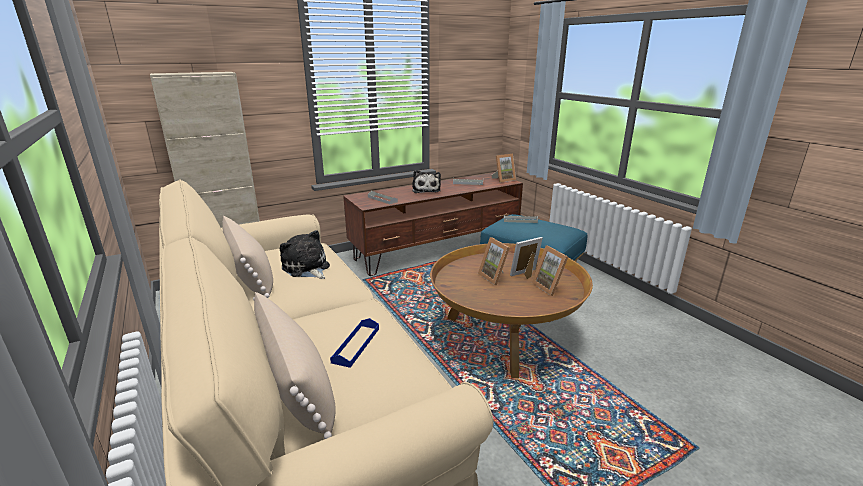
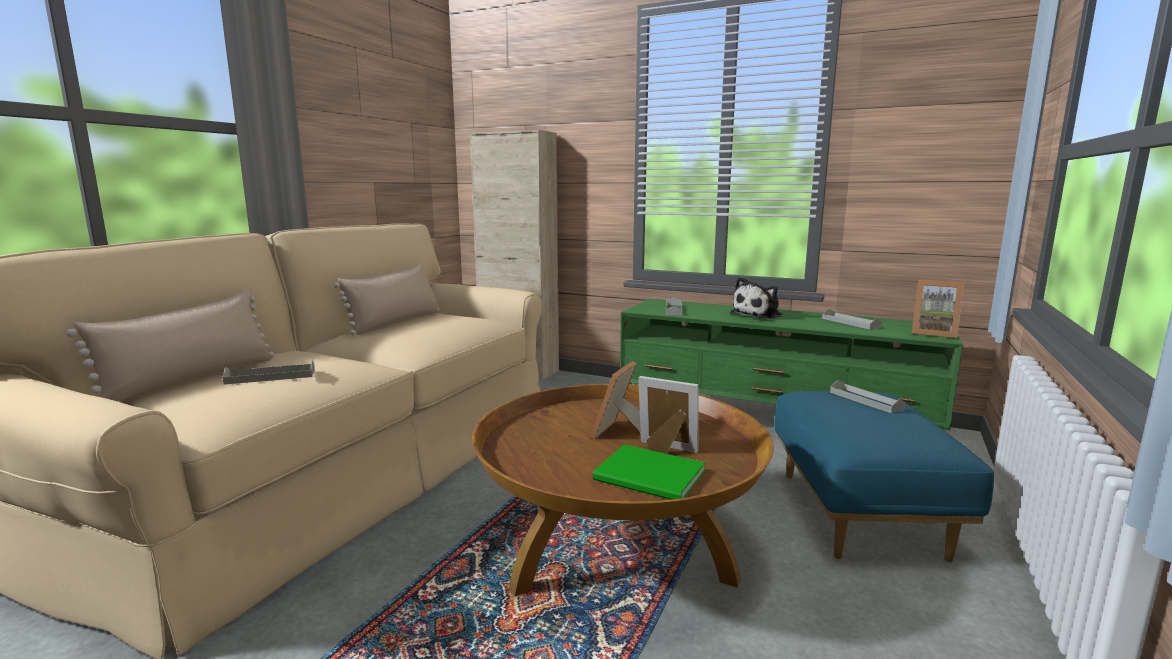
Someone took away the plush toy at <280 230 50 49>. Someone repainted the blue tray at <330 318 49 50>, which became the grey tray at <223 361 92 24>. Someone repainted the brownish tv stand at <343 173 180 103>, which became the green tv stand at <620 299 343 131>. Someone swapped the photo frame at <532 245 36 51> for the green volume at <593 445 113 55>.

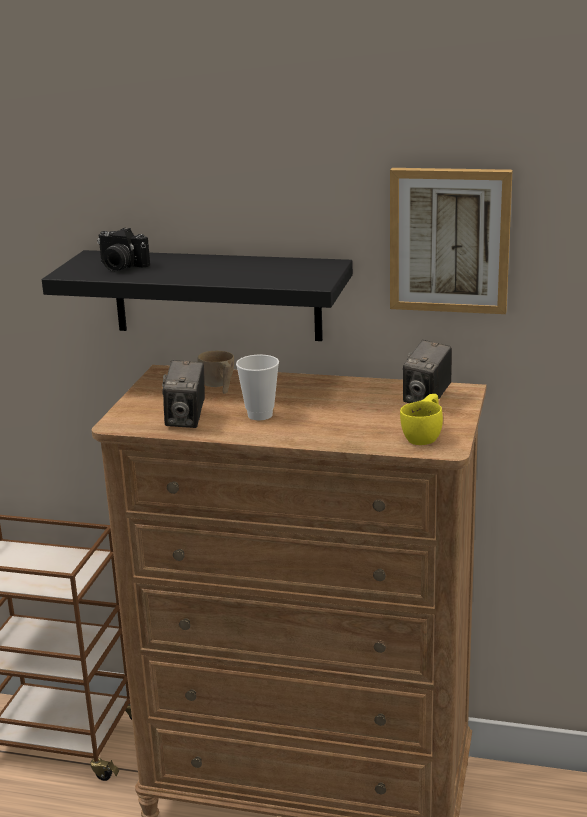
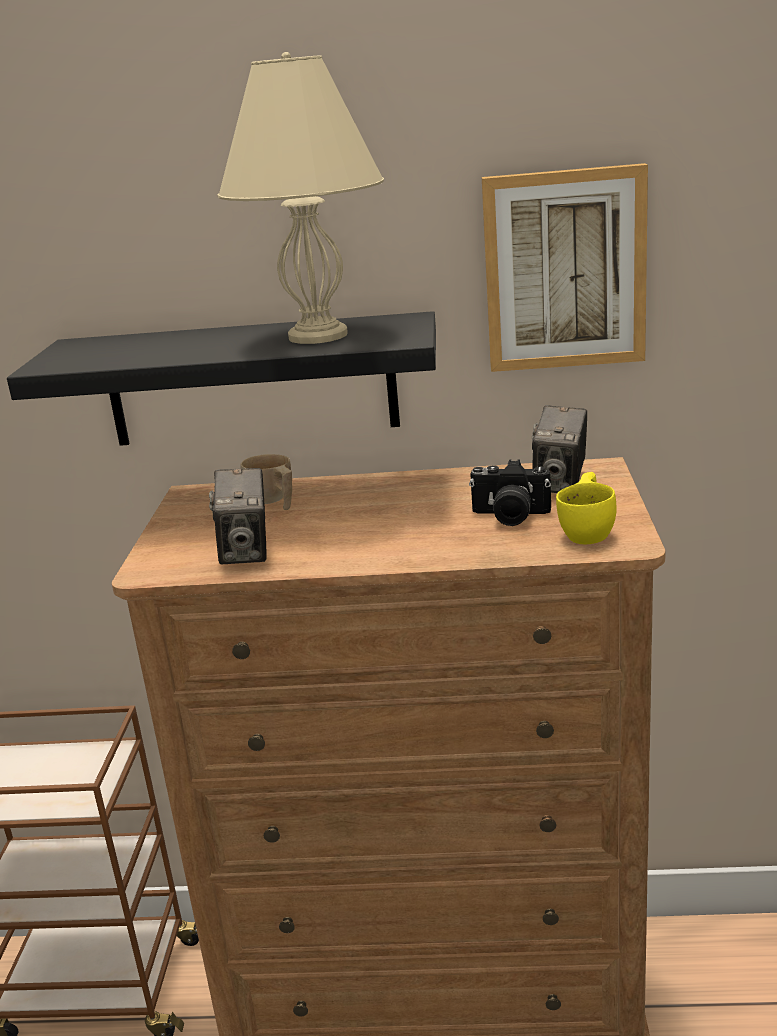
Someone carried the photo camera from <97 228 53 43> to <469 459 82 67>. Someone took away the small cup at <236 355 43 65>. Someone put down the beige tabletop lamp at <217 52 167 292>.

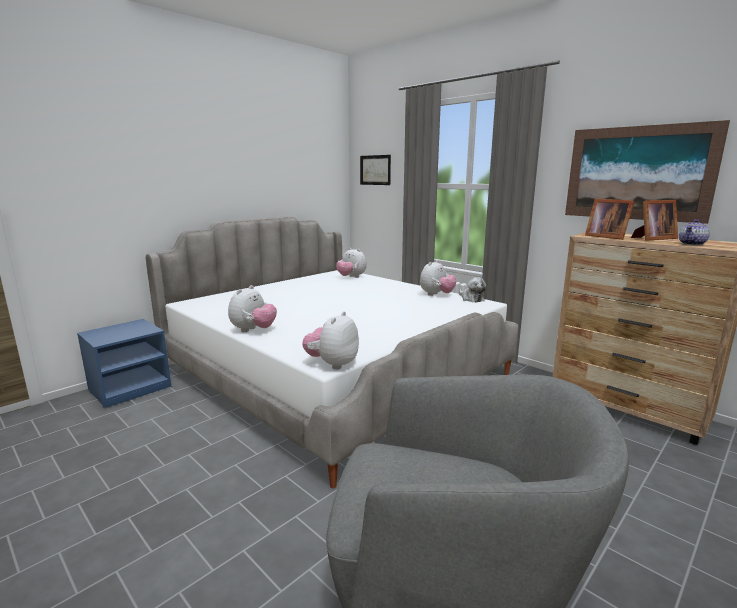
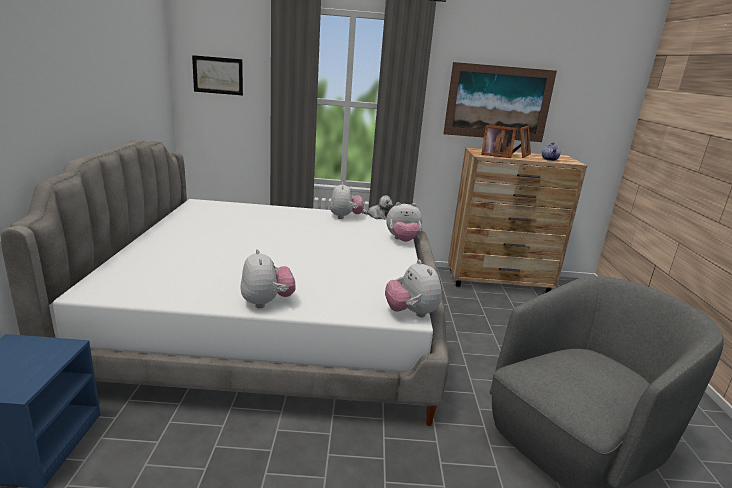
Someone carried the plush toy from <336 248 31 30> to <386 202 36 40>.

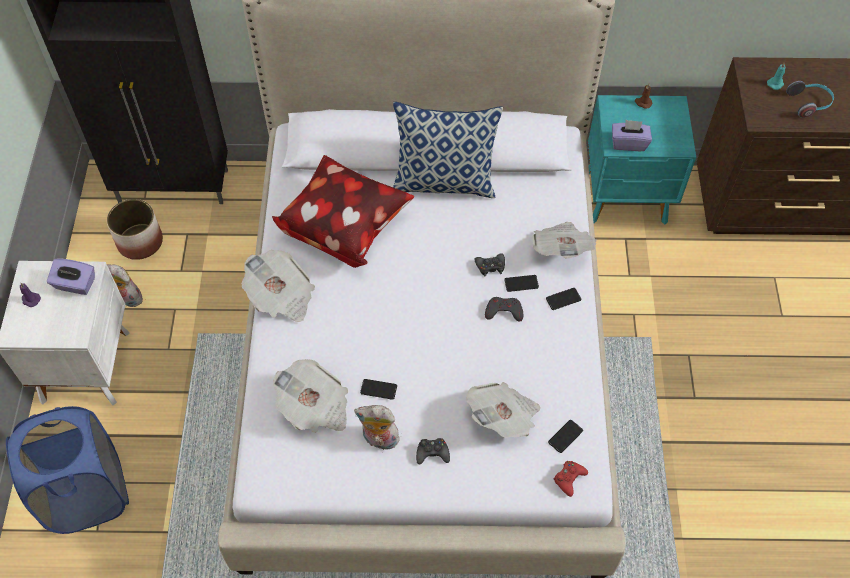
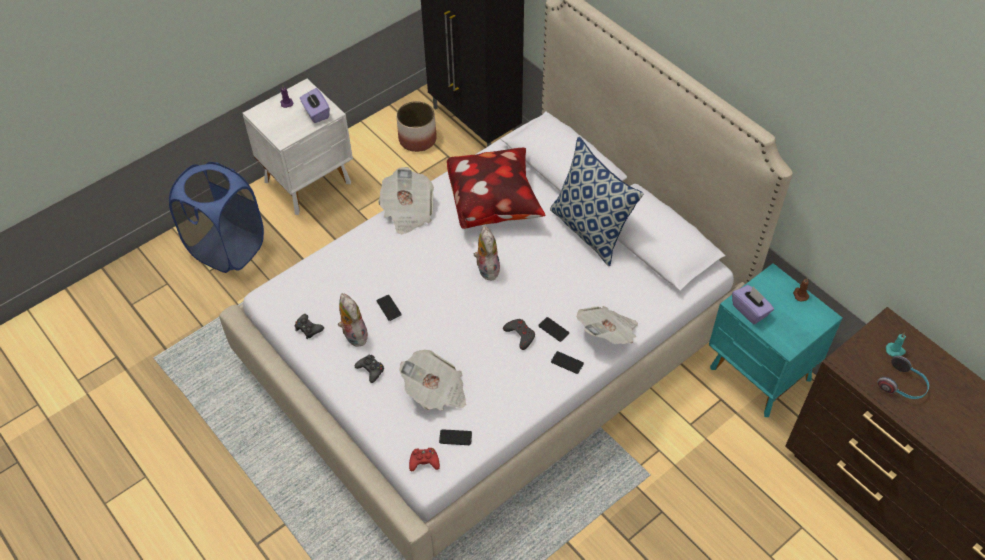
Someone carried the plush toy from <107 264 37 43> to <474 226 26 55>. Someone took away the daily paper at <273 359 75 74>. Someone carried the black-coloured joypad from <475 254 30 23> to <295 314 29 25>.

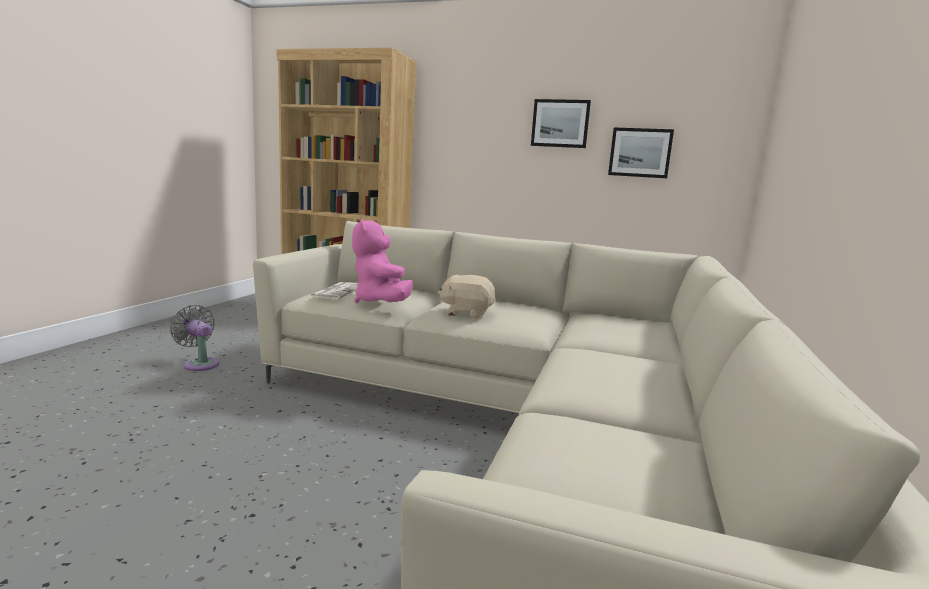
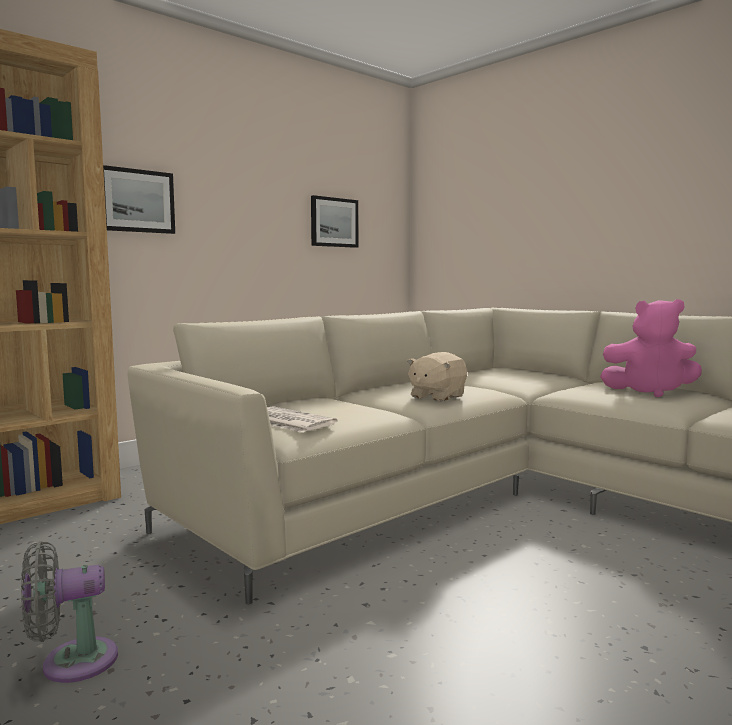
Someone carried the pinkish plush toy from <352 219 61 84> to <600 299 102 98>. Someone carried the wall picture from <531 99 60 49> to <103 165 72 69>.

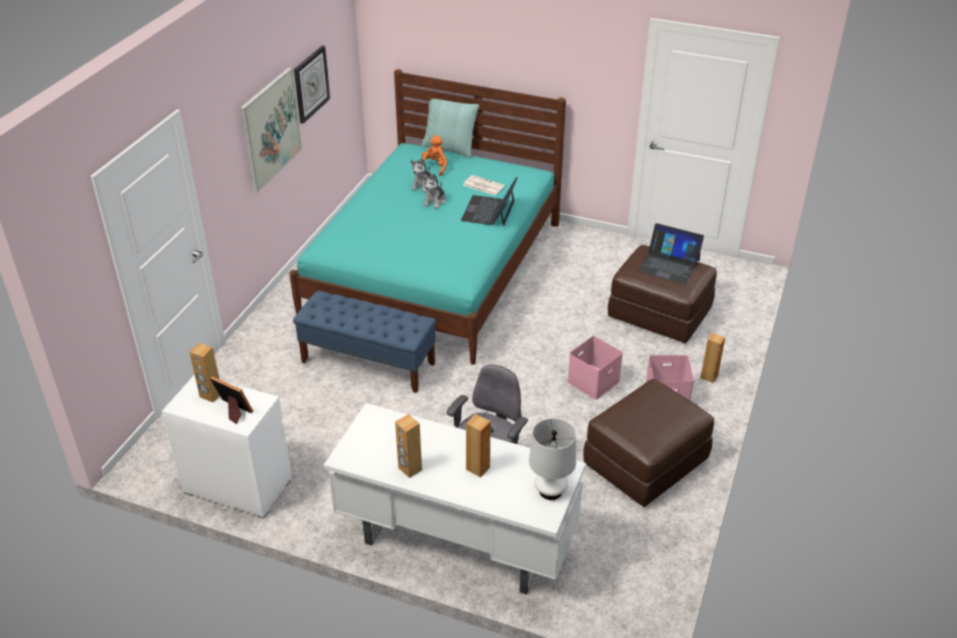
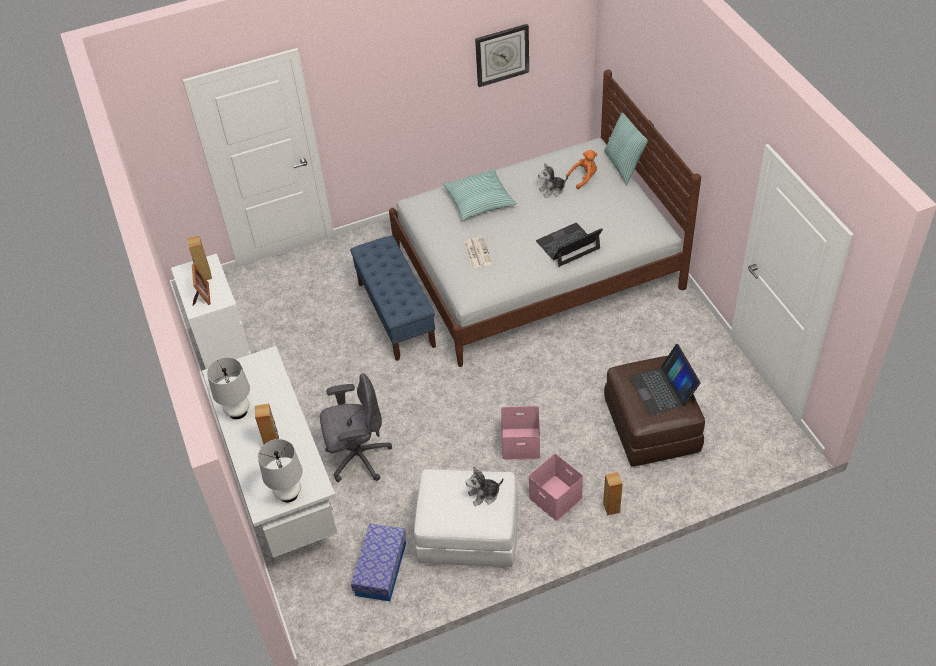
Someone took away the wall picture at <240 67 62 126>. Someone repainted the turquoise bed at <289 69 277 296>, which became the white bed at <389 70 312 297>. Someone swapped the brownish speaker at <395 414 27 64> for the white tabletop lamp at <207 357 43 62>. Someone carried the plush toy from <422 174 24 35> to <465 467 38 39>. Someone carried the daily paper from <463 175 42 20> to <464 237 28 31>. Someone repainted the brownish ottoman at <583 379 131 128>, which became the white ottoman at <414 469 104 98>. Someone put down the storage bin at <351 523 55 78>. Someone put down the throw pillow at <442 169 75 51>.

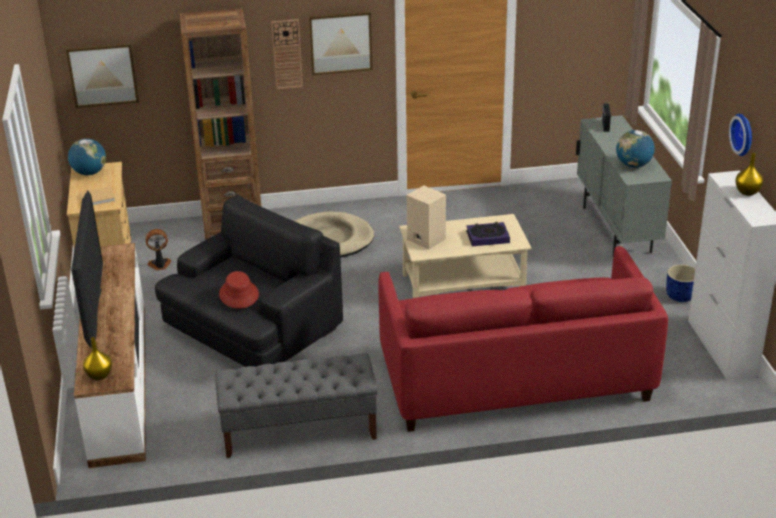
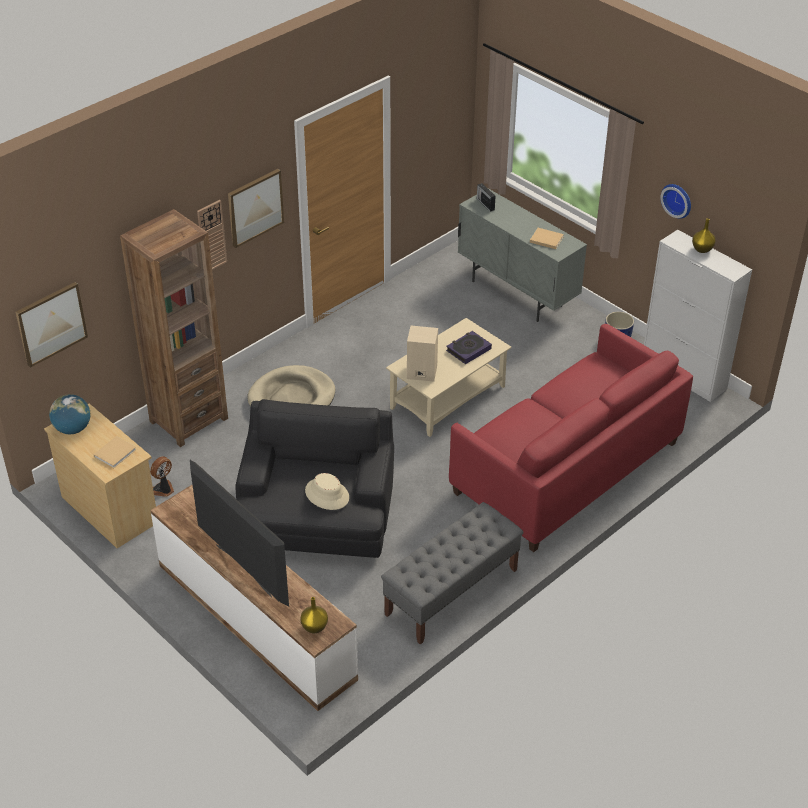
Someone repainted the reddish hat at <219 271 40 38>, which became the beige hat at <305 473 44 37>. Someone swapped the world globe at <616 130 39 38> for the beige volume at <530 228 34 21>.

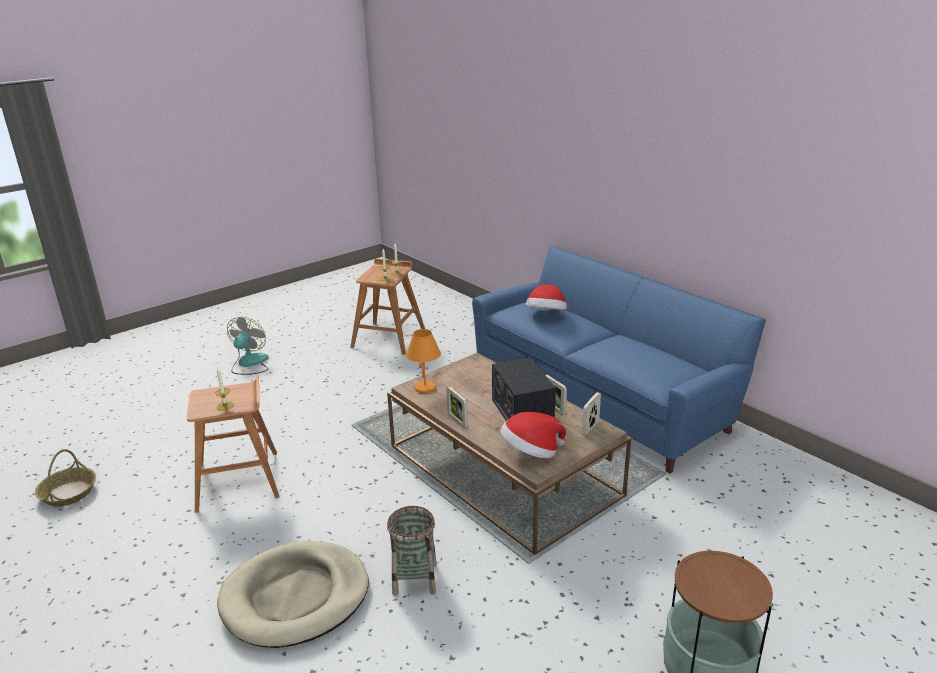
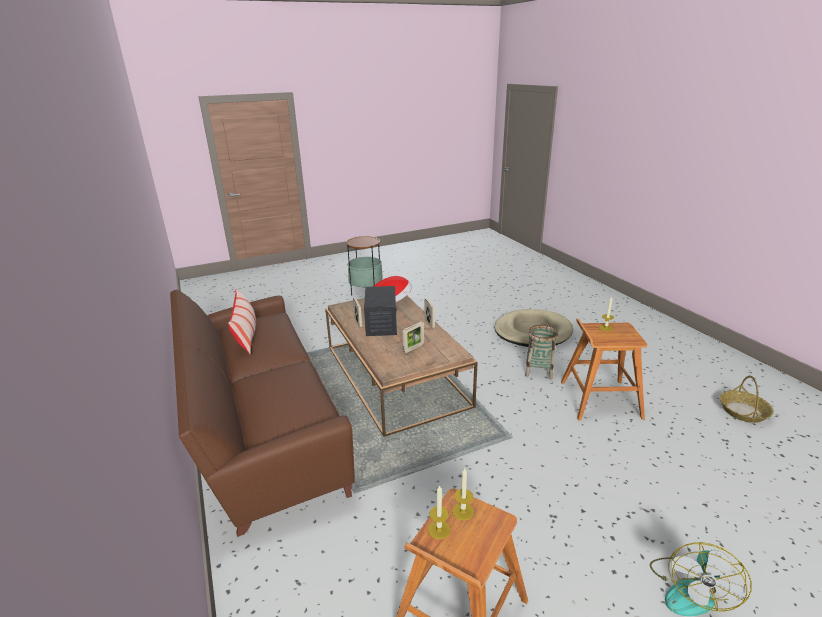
Someone carried the basket from <387 506 50 90> to <525 325 33 55>. Someone took away the orange tabletop lamp at <406 329 35 64>. Someone repainted the blue sofa at <472 246 294 228>, which became the brownish sofa at <170 289 185 248>. Someone took away the hat at <526 284 41 26>. Someone carried the photo frame from <582 392 19 44> to <403 321 21 32>. Someone put down the throw pillow at <228 289 28 65>.

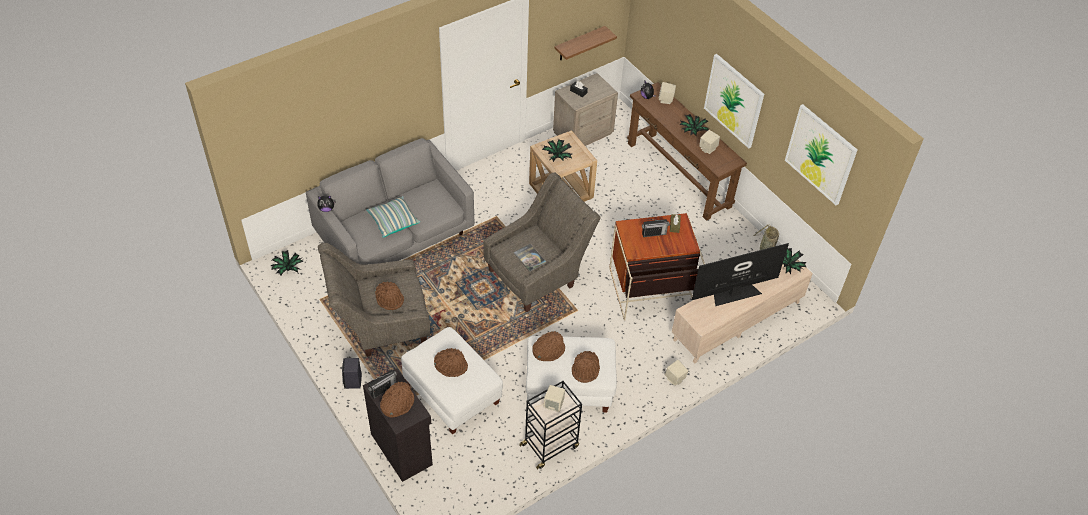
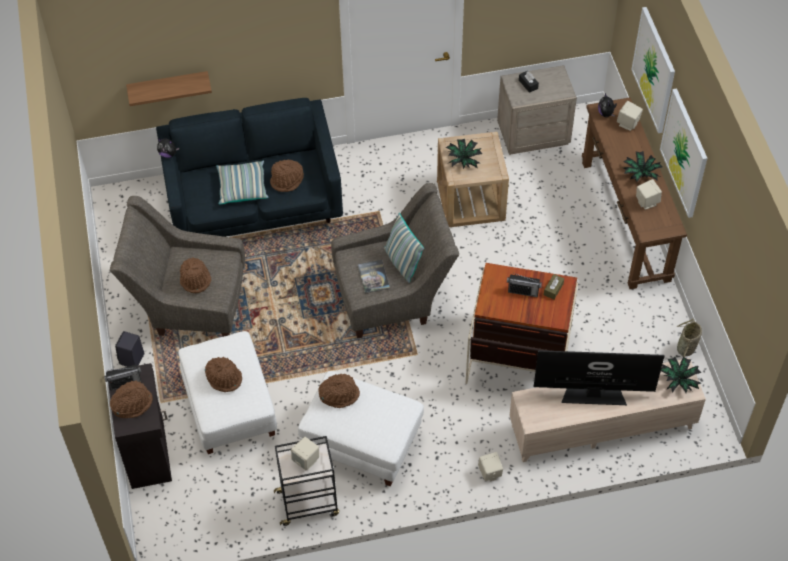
Someone took away the plant in a pot at <271 250 33 25>. Someone repainted the grey sofa at <306 138 168 127>, which became the blue sofa at <156 98 187 139>. Someone carried the wall shelf from <554 26 63 34> to <126 71 86 35>. Someone carried the brownish hat from <572 351 28 32> to <270 159 34 33>. Someone carried the wall picture from <785 104 72 101> to <631 7 44 126>. Someone put down the throw pillow at <384 213 40 70>.

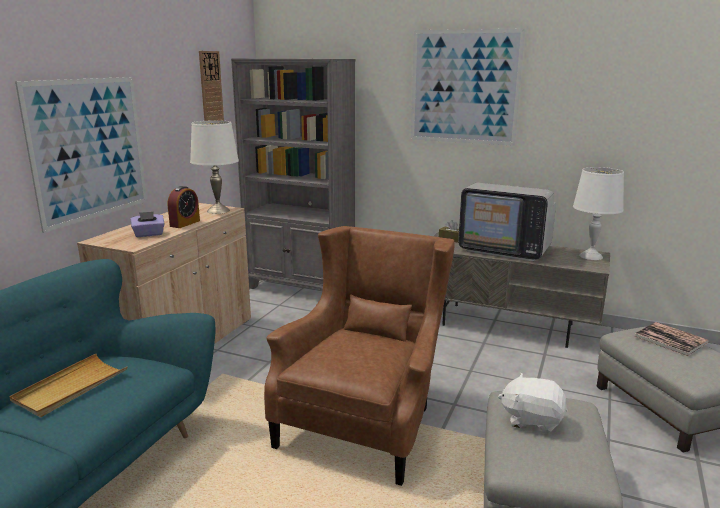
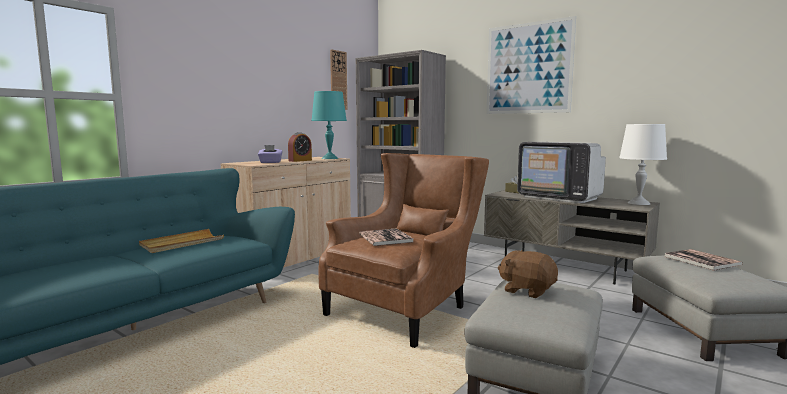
Someone took away the wall picture at <15 77 132 156>. Someone repainted the white tabletop lamp at <190 120 49 94>, which became the turquoise tabletop lamp at <311 91 36 68>. Someone repainted the white plush toy at <498 373 69 61>, which became the brownish plush toy at <498 250 60 48>. Someone put down the volume at <359 228 54 18>.

